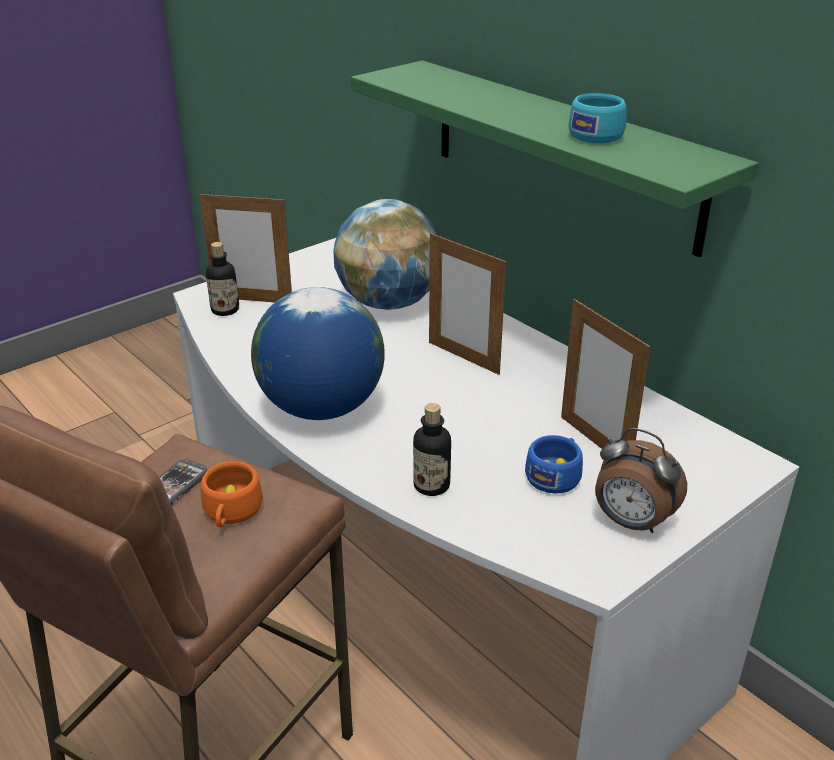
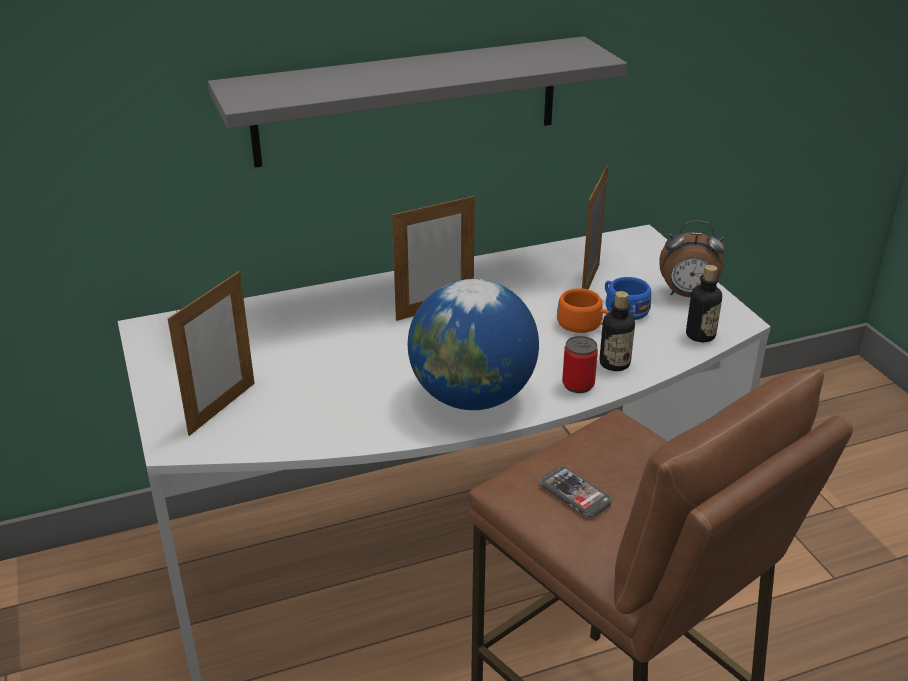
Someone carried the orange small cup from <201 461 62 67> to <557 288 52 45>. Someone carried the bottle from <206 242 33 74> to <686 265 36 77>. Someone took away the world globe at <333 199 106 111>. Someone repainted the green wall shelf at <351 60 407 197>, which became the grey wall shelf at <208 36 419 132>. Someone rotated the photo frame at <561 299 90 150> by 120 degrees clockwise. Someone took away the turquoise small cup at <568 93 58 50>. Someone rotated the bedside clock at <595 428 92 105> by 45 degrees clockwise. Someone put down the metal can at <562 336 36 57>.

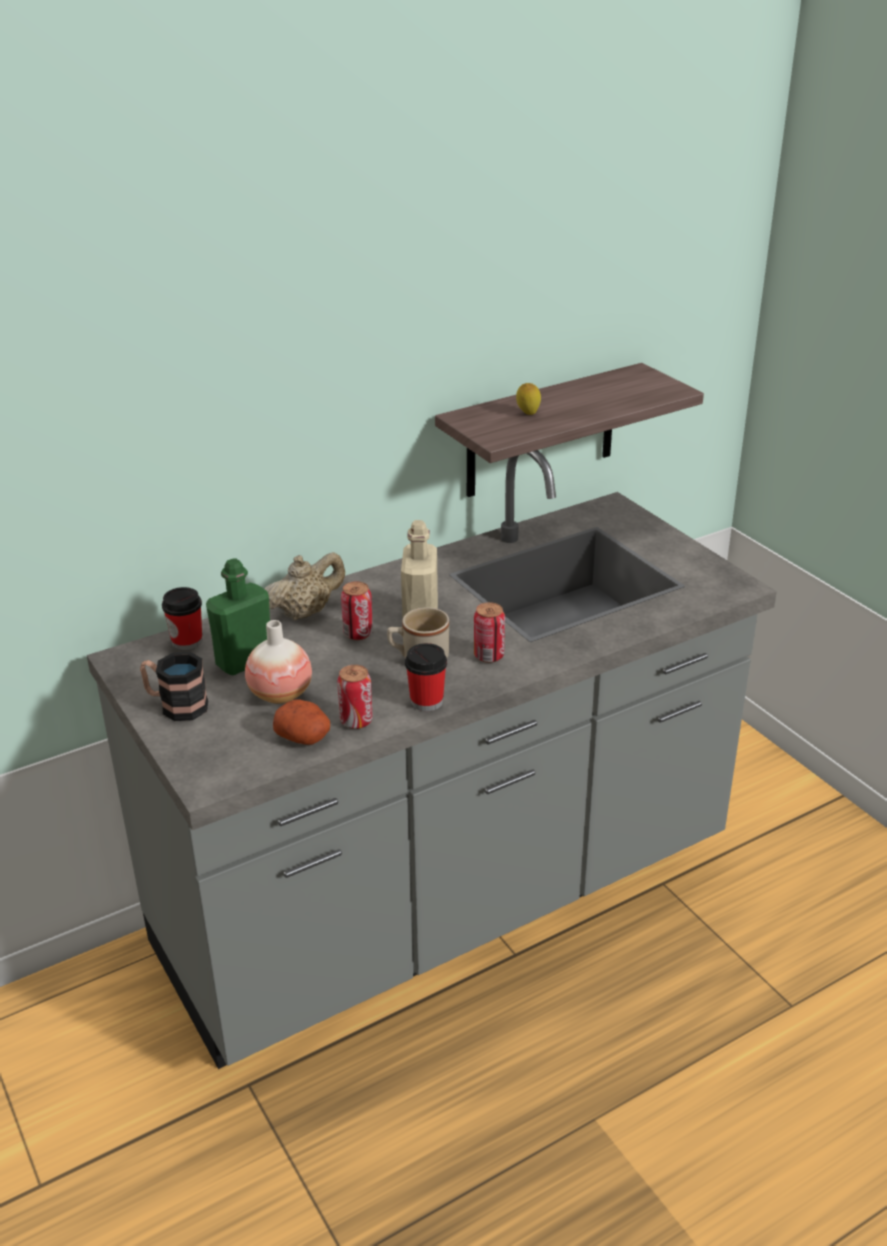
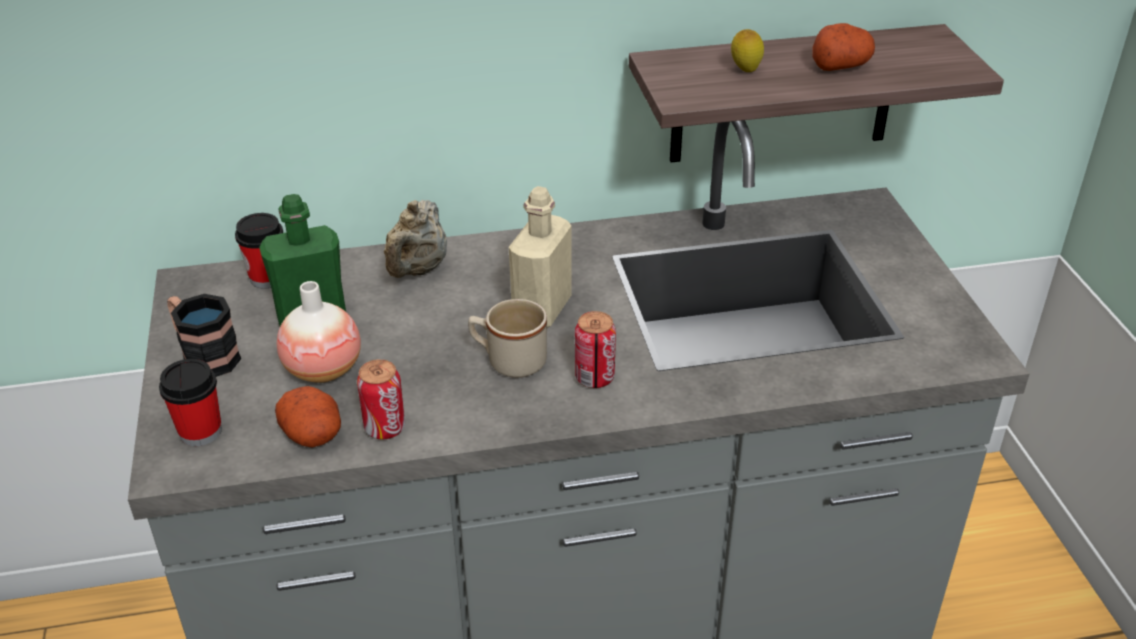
Someone rotated the beige pot for tea at <265 552 80 69> by 120 degrees clockwise. Someone took away the metal can at <341 581 32 59>. Someone carried the small cup from <405 643 42 68> to <159 359 63 87>. Someone put down the spud at <812 23 63 48>.

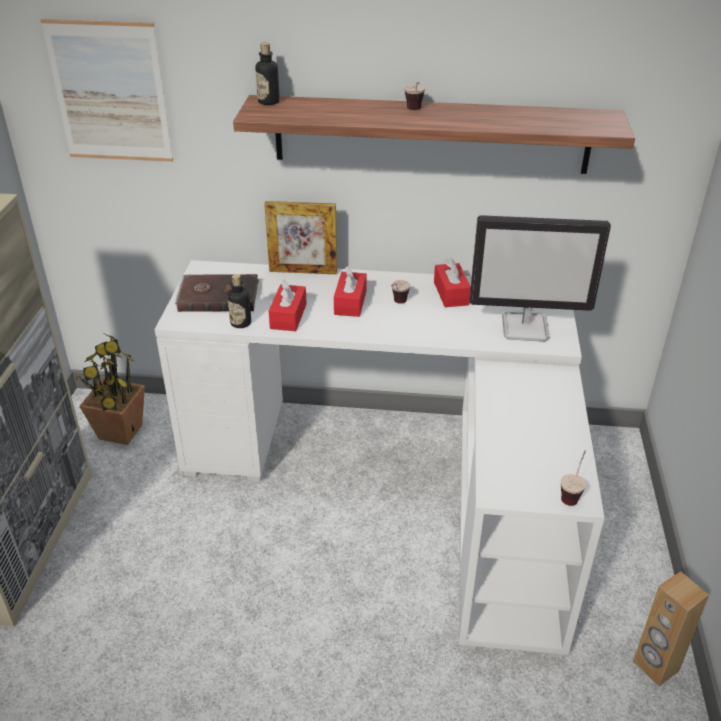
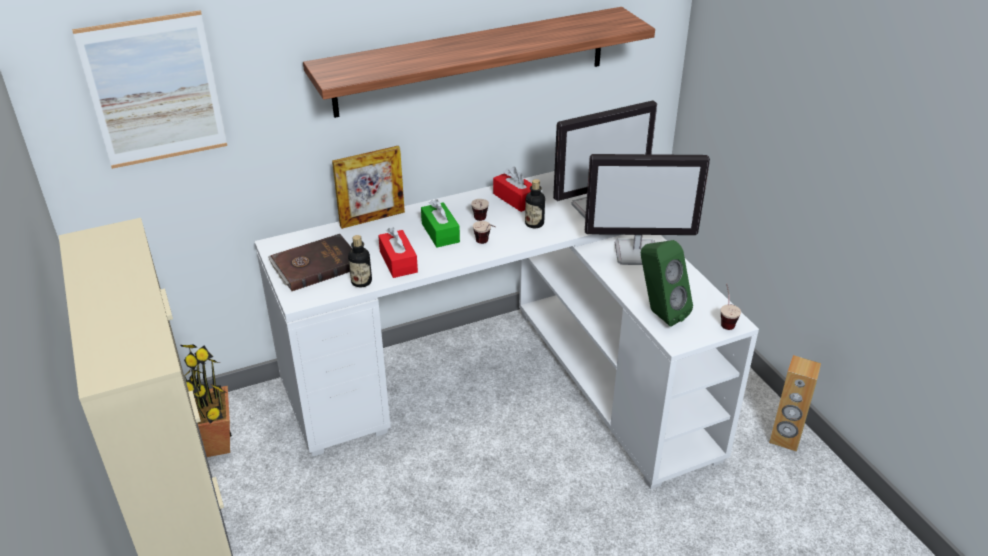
Someone carried the bottle from <256 43 24 62> to <525 179 20 49>. Someone repainted the reddish box of tissues at <334 266 33 51>, which became the green box of tissues at <421 199 39 48>. Someone carried the small cup from <404 82 21 28> to <473 221 23 23>. Someone put down the monitor at <585 154 125 111>. Someone put down the green speaker at <641 240 52 87>.

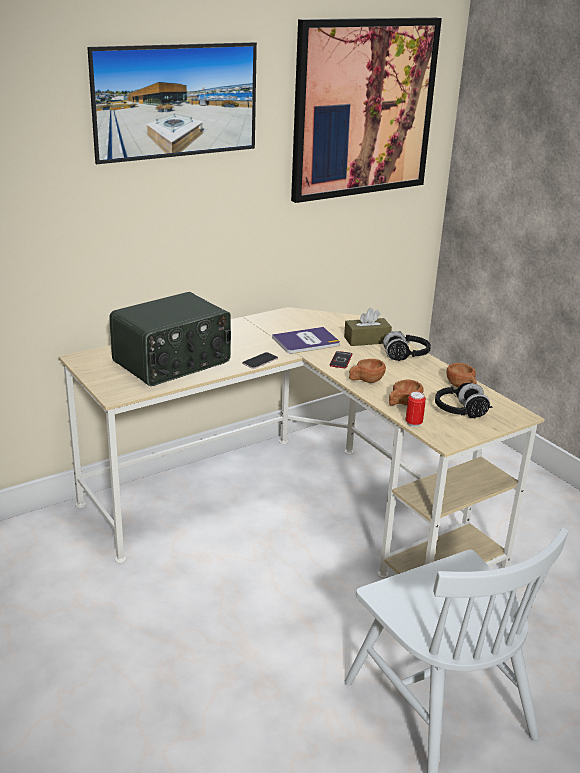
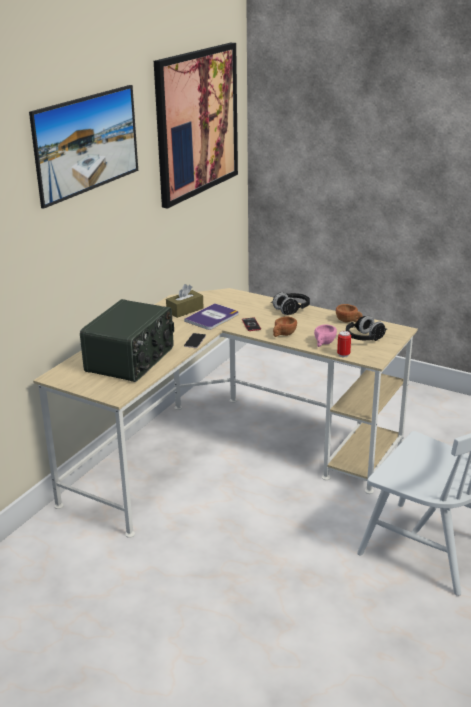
Someone carried the brownish box of tissues from <344 308 48 38> to <166 284 38 34>. Someone repainted the brownish small cup at <389 380 35 26>, which became the pinkish small cup at <314 325 23 22>.

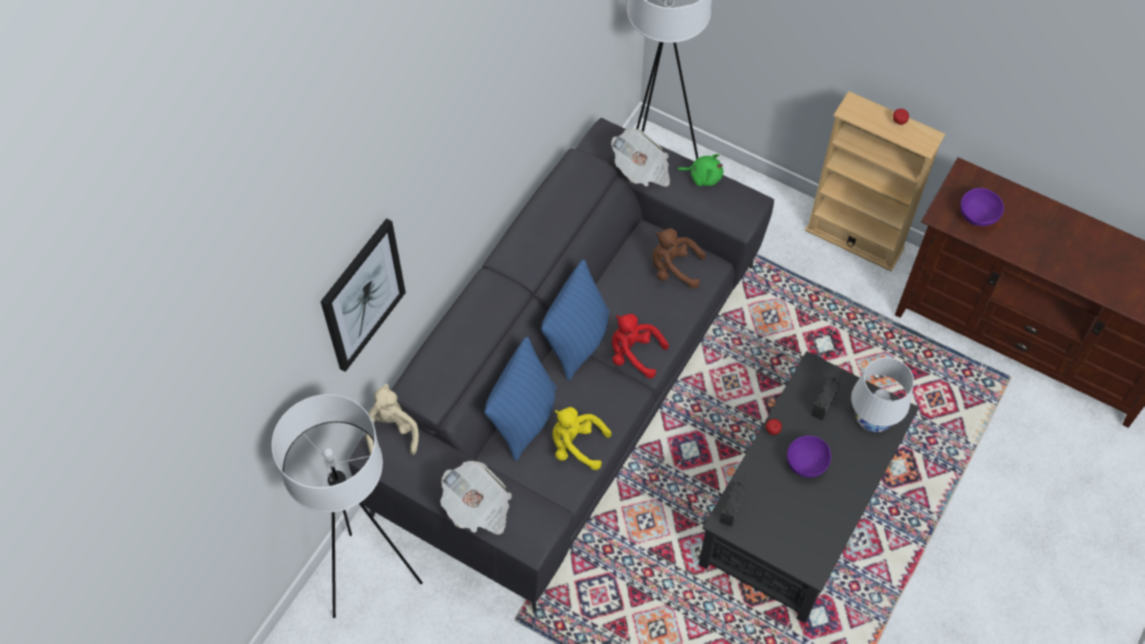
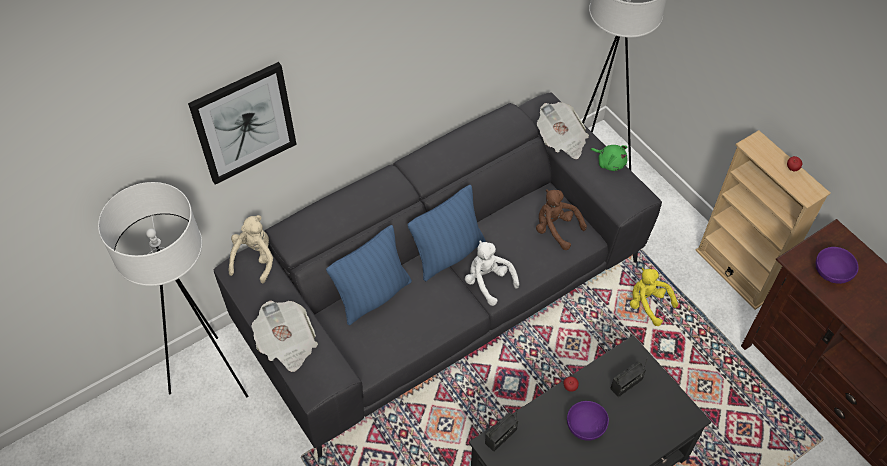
Someone carried the yellow plush toy from <553 407 58 63> to <630 268 48 58>. Someone repainted the reddish plush toy at <612 314 57 64>, which became the white plush toy at <465 241 54 65>. Someone took away the white tabletop lamp at <851 357 63 75>.

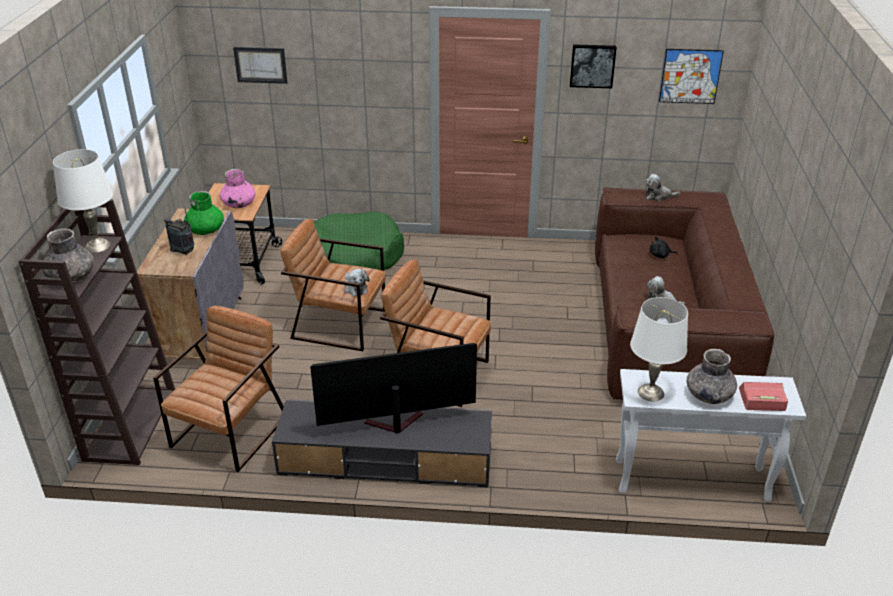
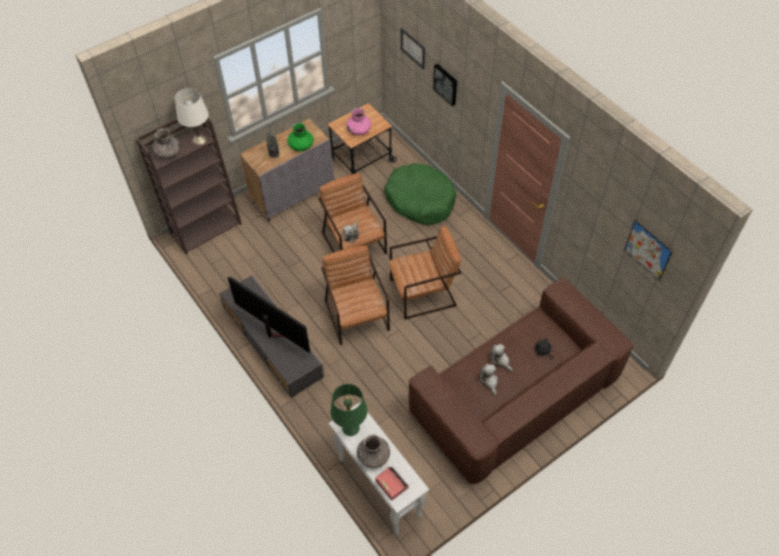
Someone carried the brownish armchair from <153 306 131 166> to <389 226 72 93>. Someone carried the wall picture from <570 44 47 44> to <433 64 24 42>. Someone repainted the white tabletop lamp at <630 297 58 104>, which became the green tabletop lamp at <331 384 36 52>. Someone carried the plush toy from <645 174 35 28> to <489 344 24 28>.

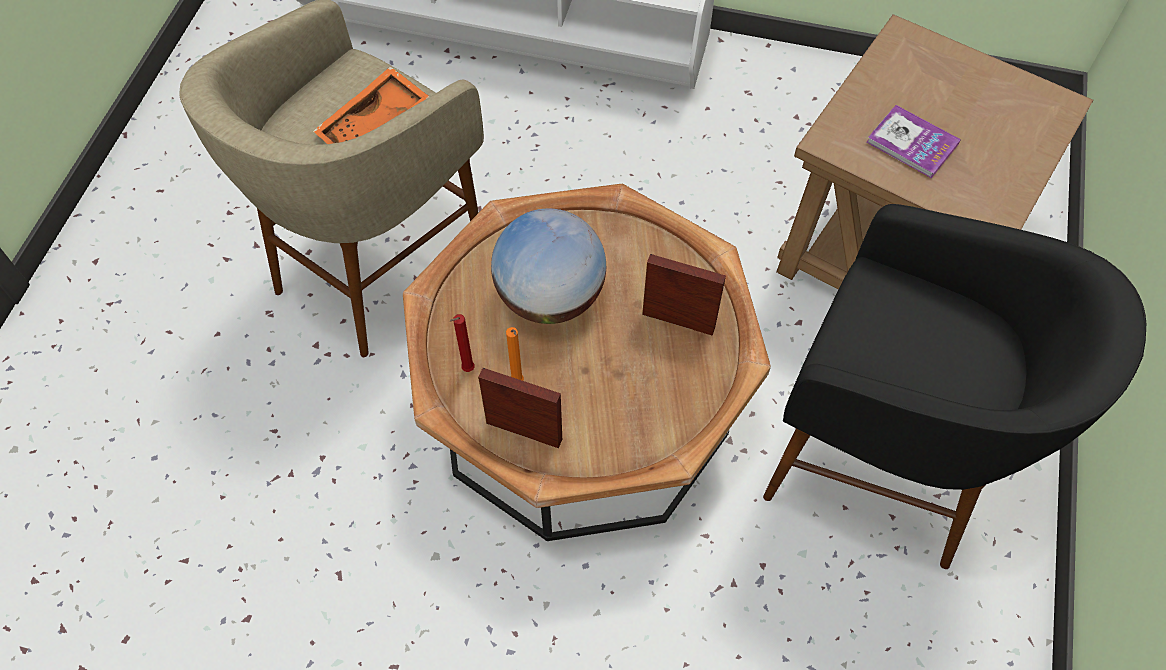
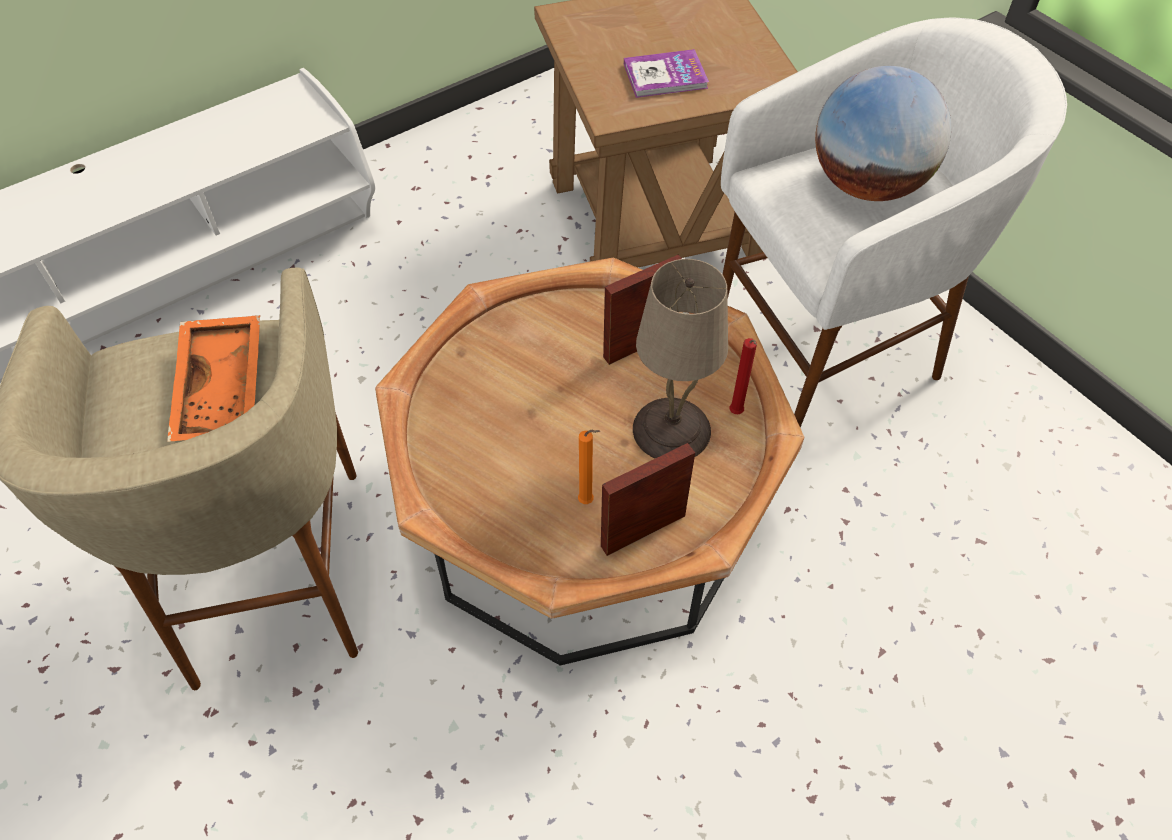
Someone carried the reddish candle from <450 314 25 58> to <729 338 28 76>. Someone carried the world globe from <491 208 115 116> to <815 66 136 135>. Someone repainted the black-coloured stool seat at <763 204 383 365>, which became the white stool seat at <721 17 346 411>. Someone put down the beige tabletop lamp at <633 259 95 200>.

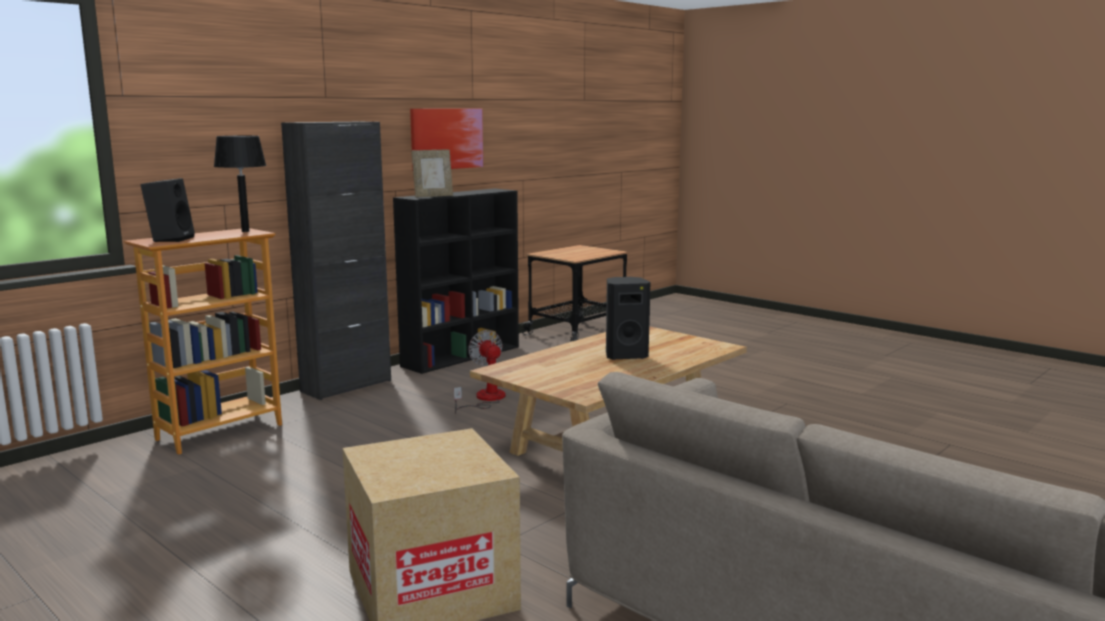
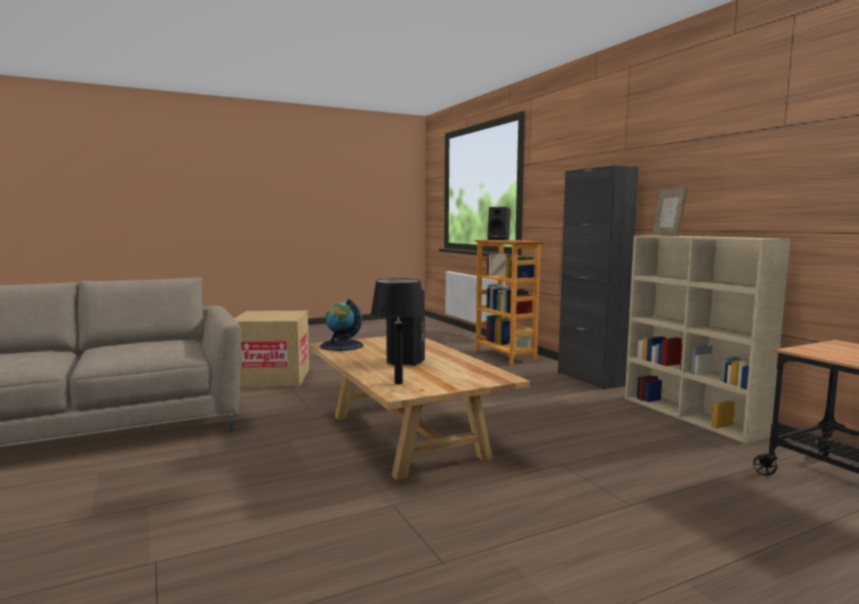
Someone carried the black-coloured tabletop lamp from <214 136 53 96> to <371 278 55 106>. Someone repainted the black-coloured shelving unit at <393 188 126 186>, which became the beige shelving unit at <625 235 165 209>. Someone took away the wall picture at <410 109 73 62>. Someone took away the cooling fan at <454 330 51 84>. Someone put down the world globe at <320 299 44 52>.

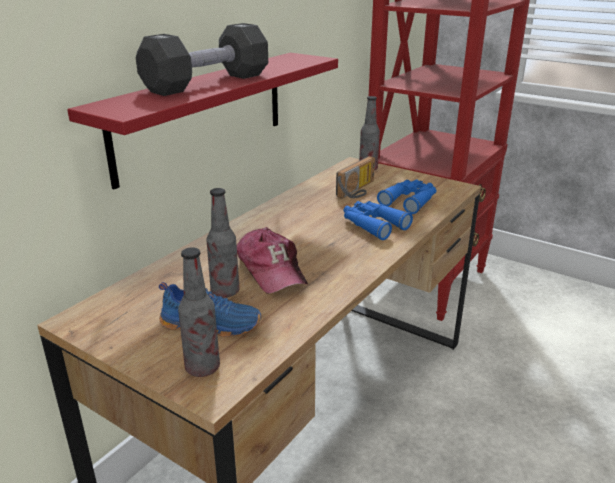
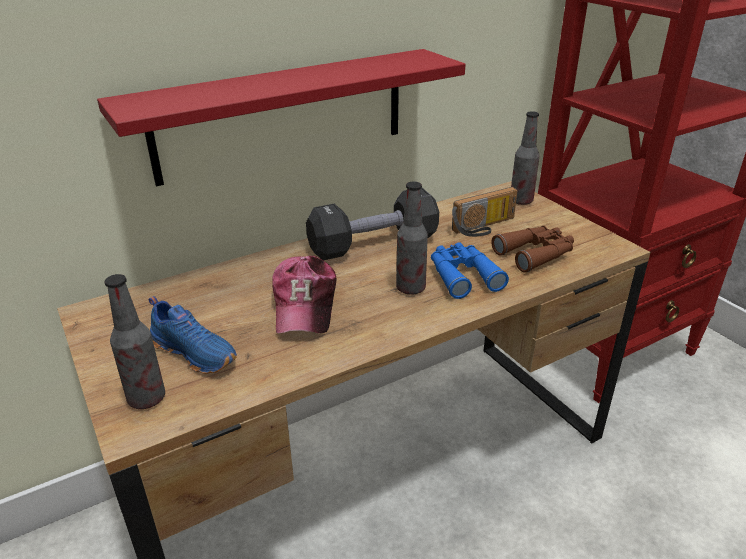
Someone carried the black-coloured free weight from <136 23 132 73> to <306 188 133 72>. Someone carried the bottle from <206 188 34 110> to <396 181 32 114>. Someone repainted the blue pair of binoculars at <377 179 59 35>, which became the brownish pair of binoculars at <491 226 83 47>.

